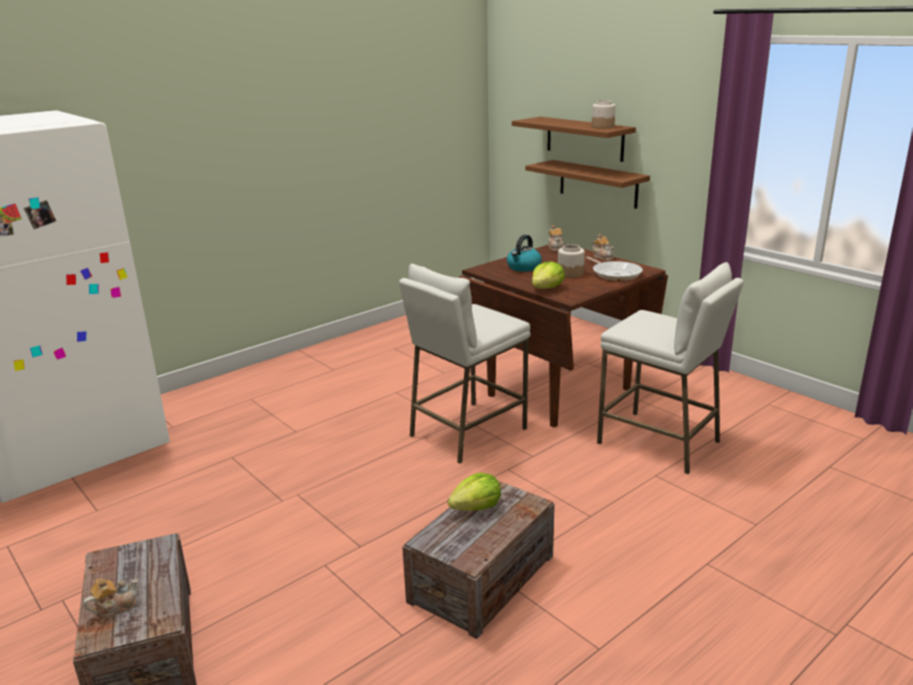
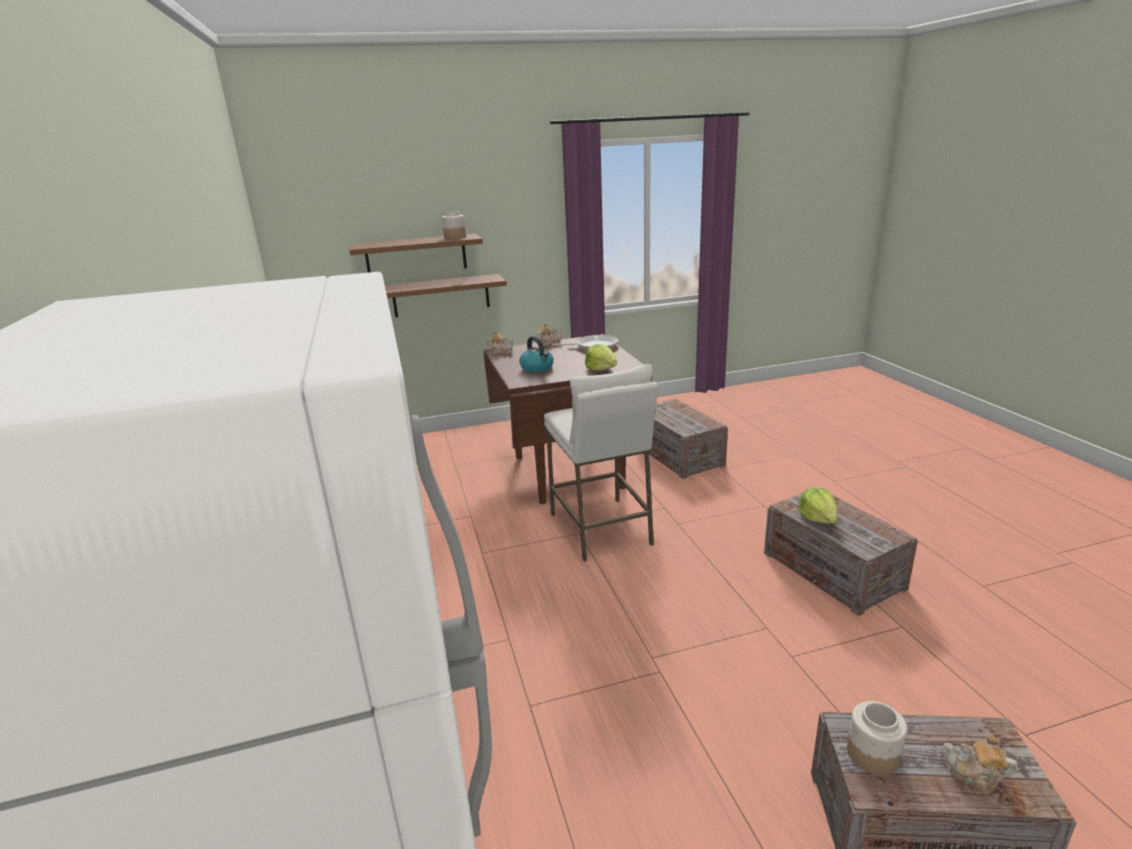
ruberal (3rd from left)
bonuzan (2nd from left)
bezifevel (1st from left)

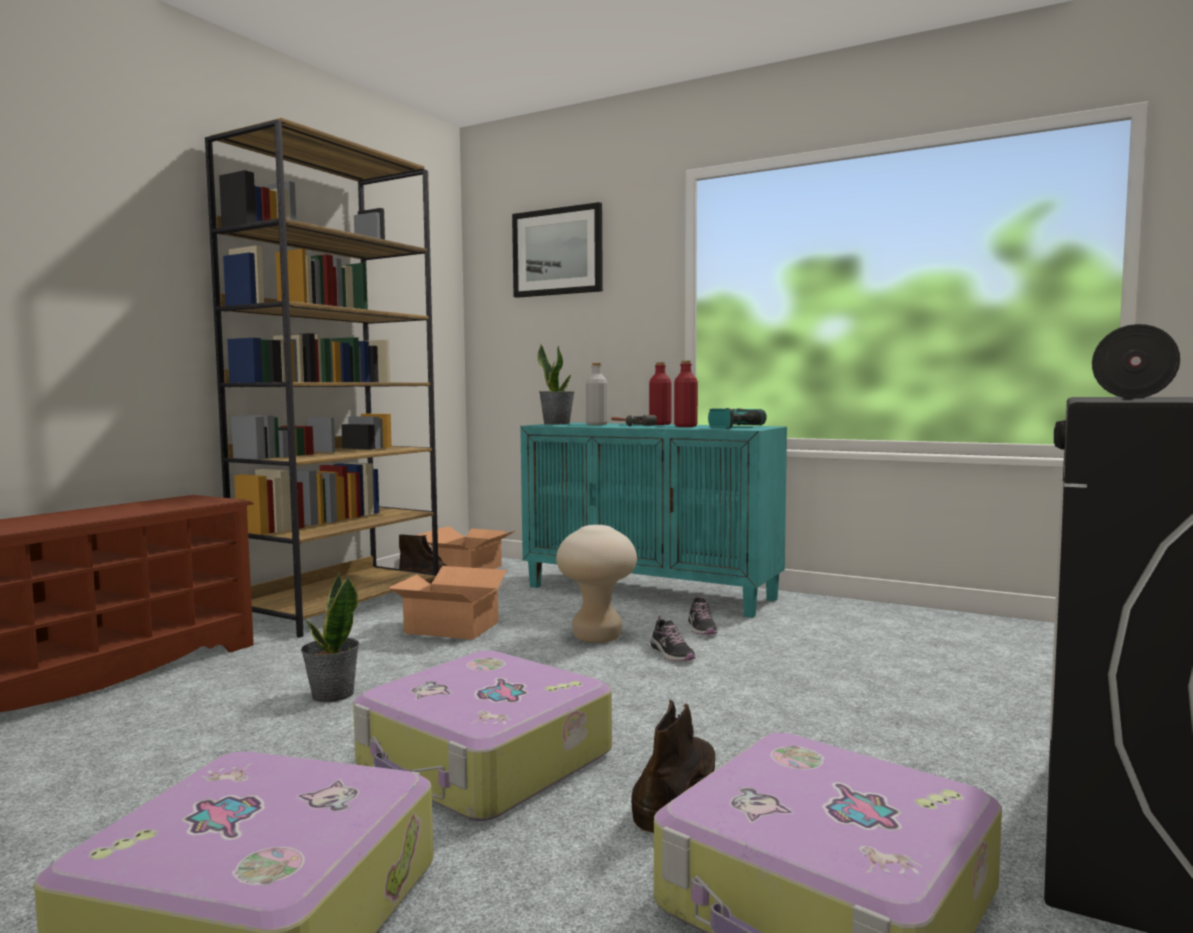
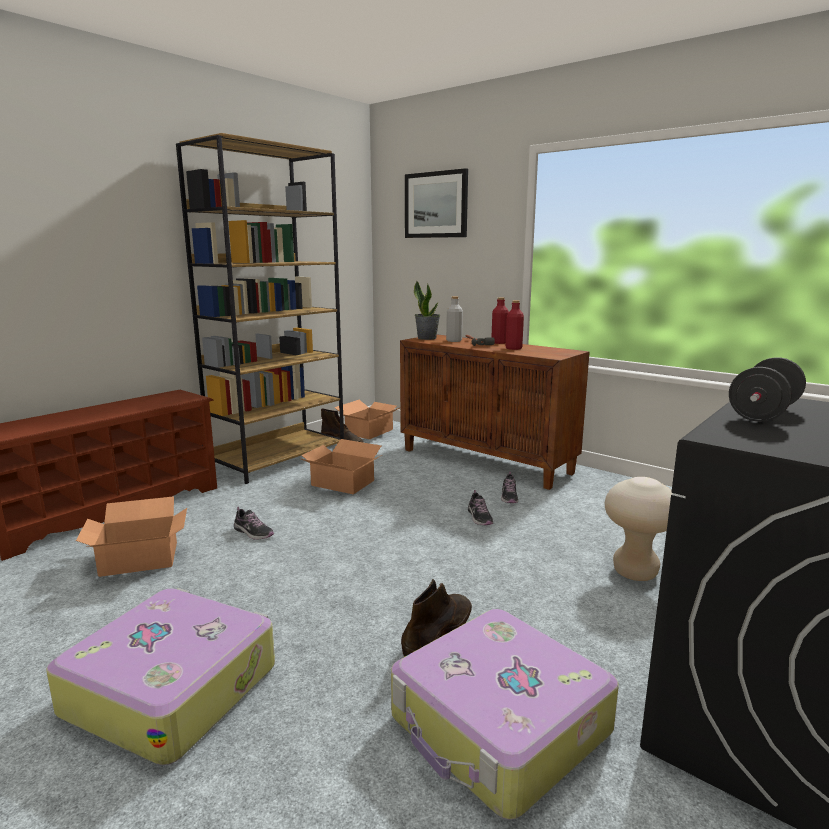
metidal (1st from left)
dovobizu (2nd from left in the first image)
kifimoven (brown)
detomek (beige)
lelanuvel
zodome (1st from left)

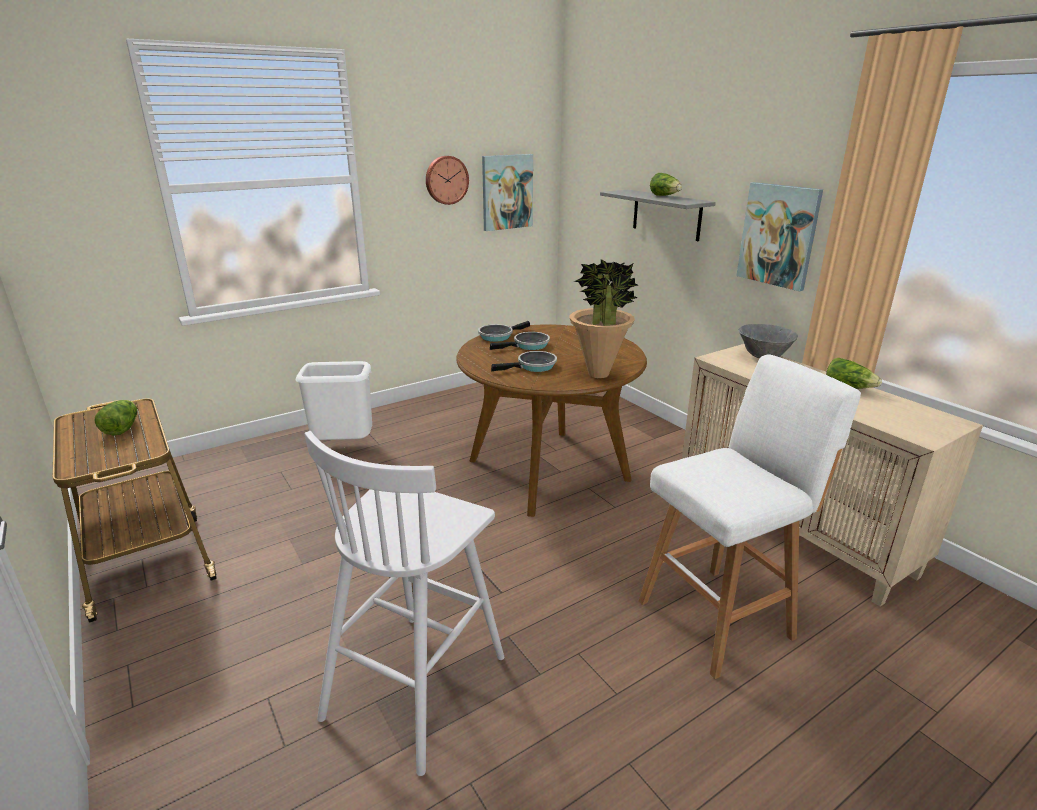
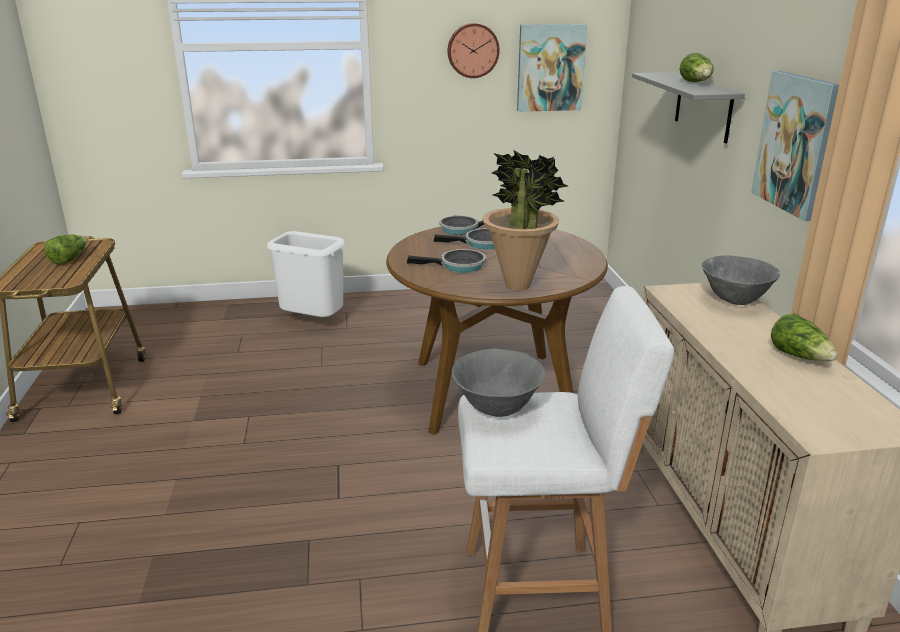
detomek (white) (1st from left in the first image)
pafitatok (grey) (1st from left)

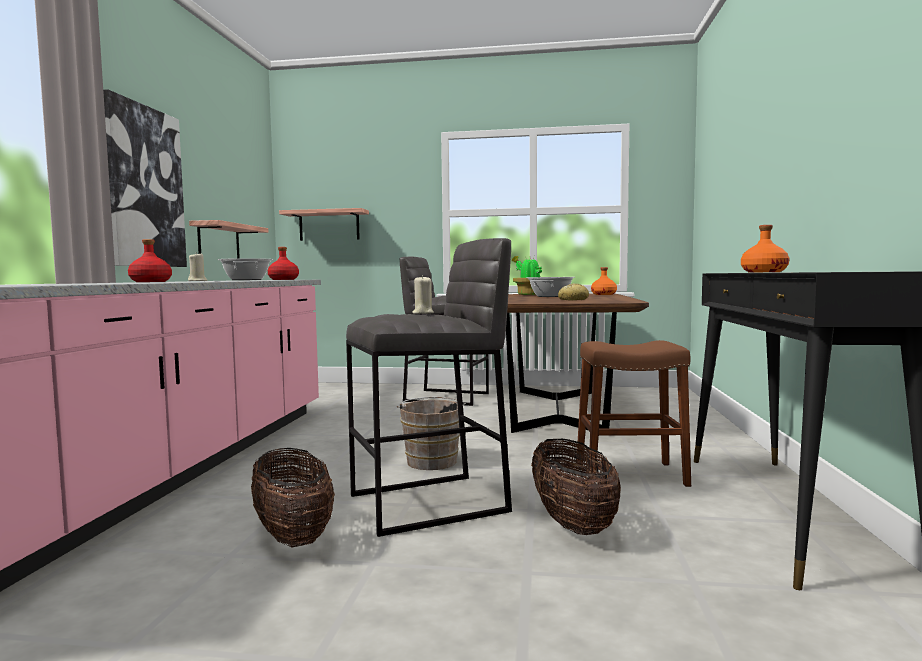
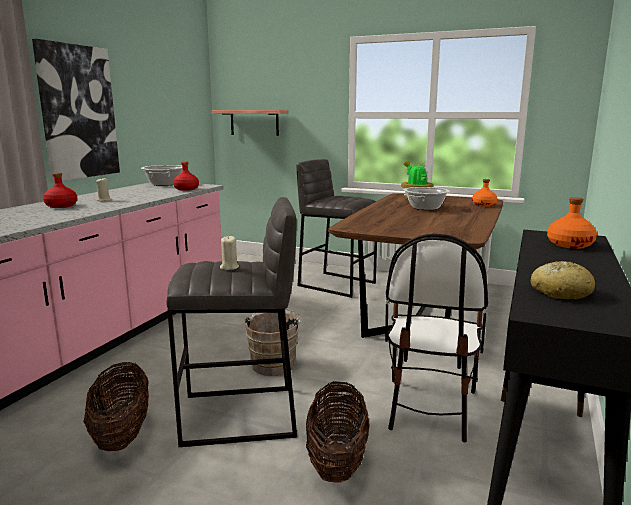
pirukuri (1st from left in the first image)
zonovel
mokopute

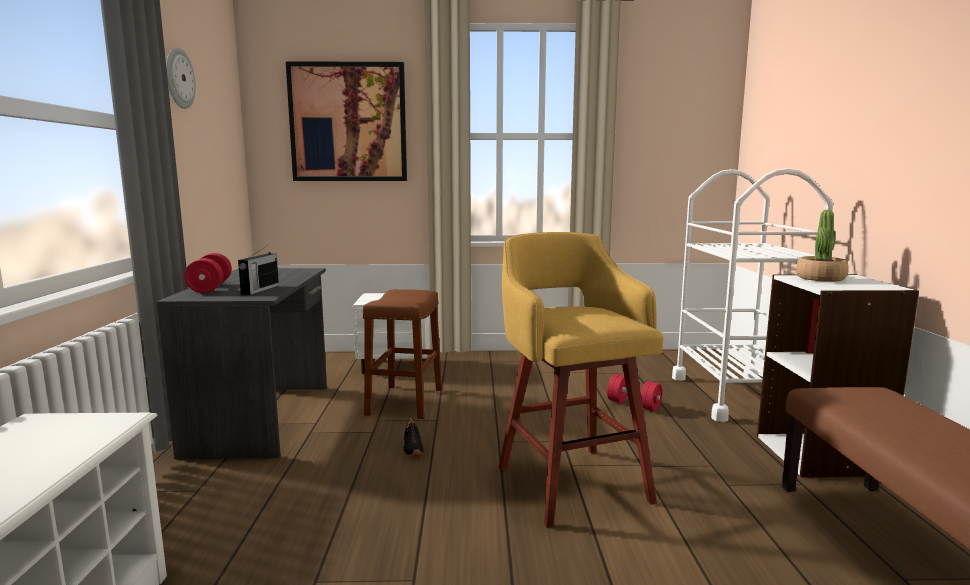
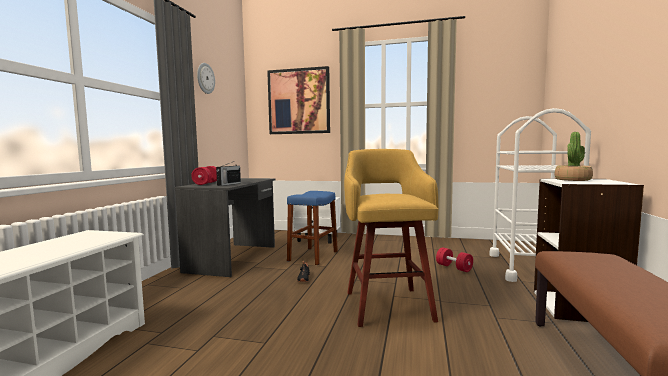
detomek (blue)

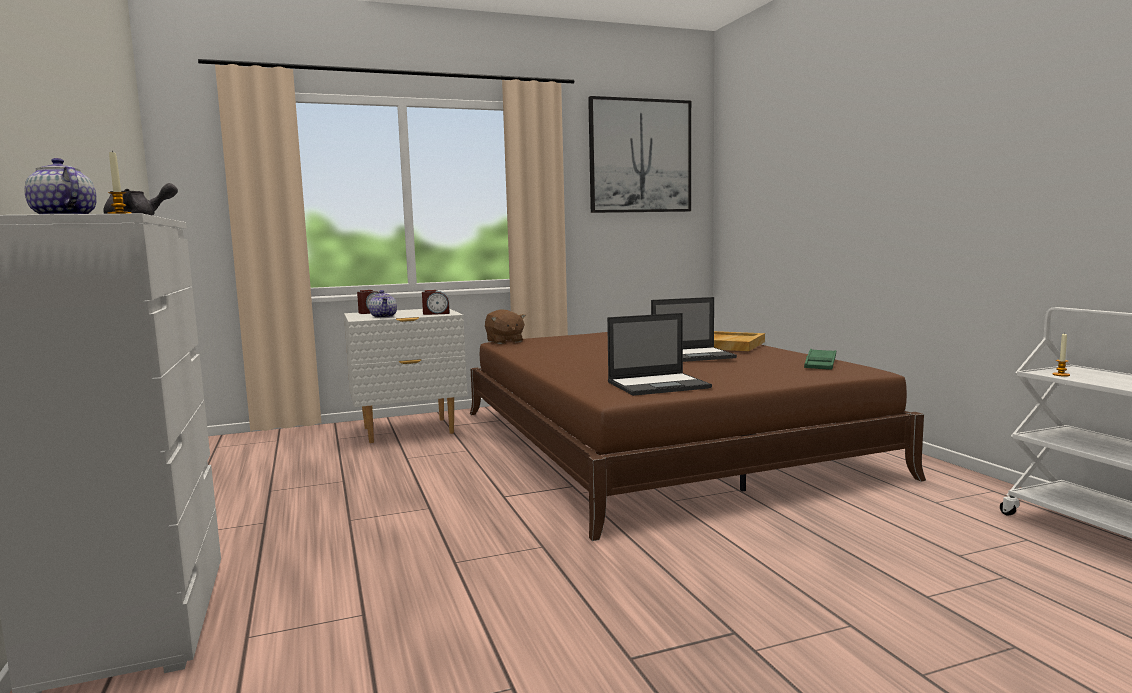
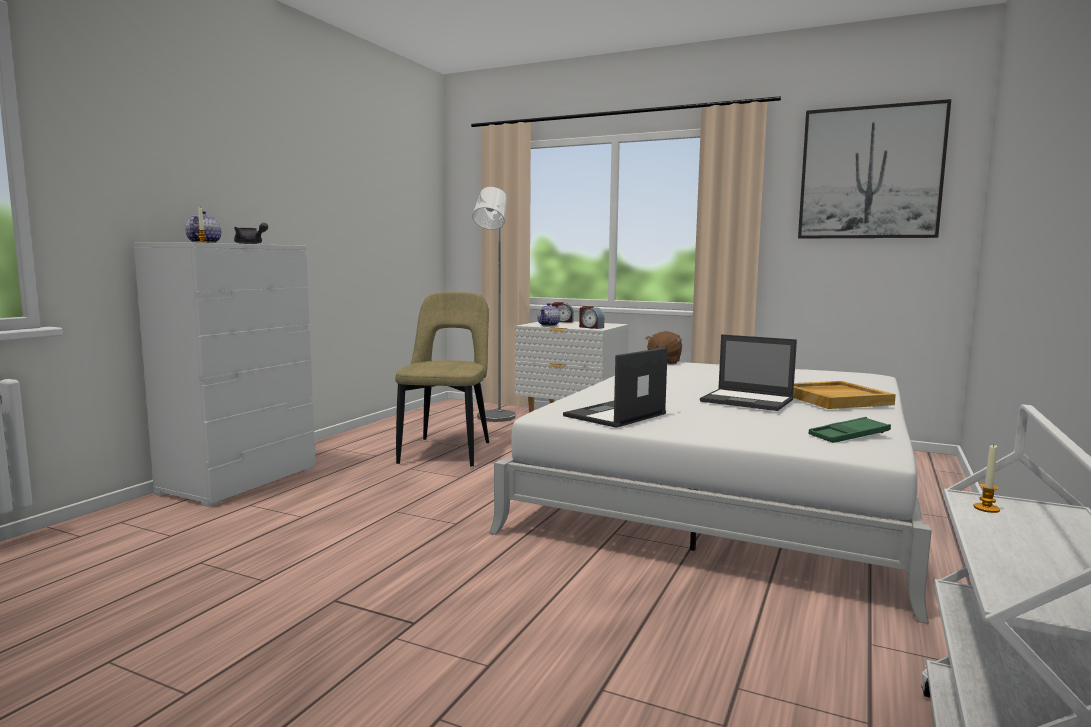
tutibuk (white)
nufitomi (1st from left)
mokopute (beige)
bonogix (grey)

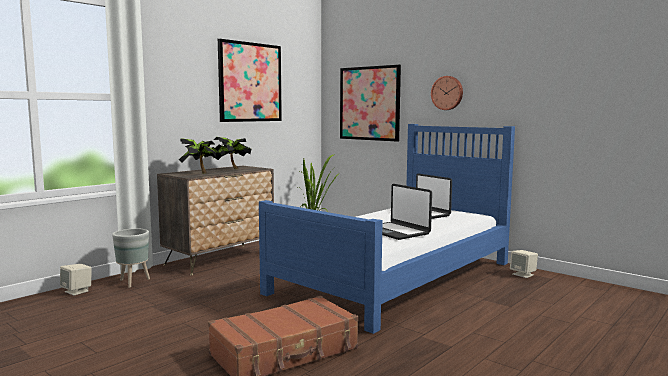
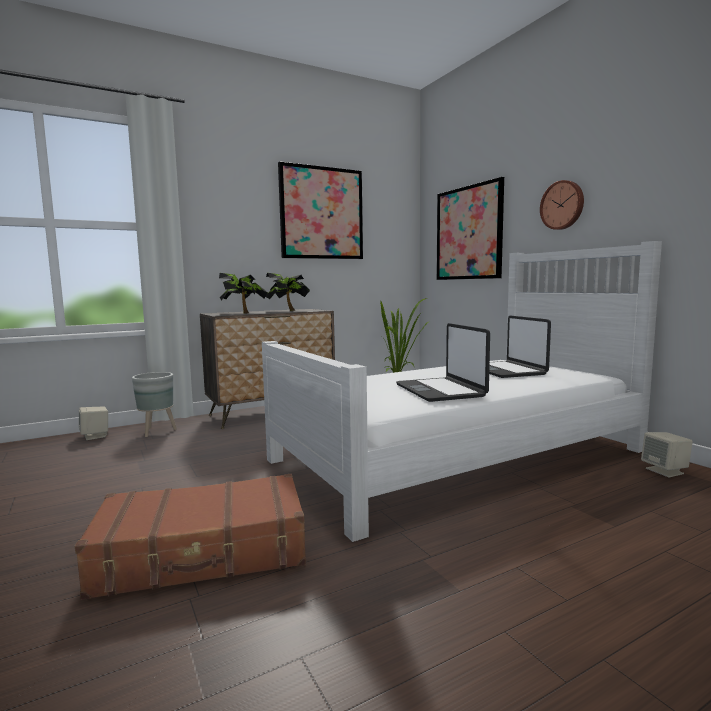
tutibuk (white)

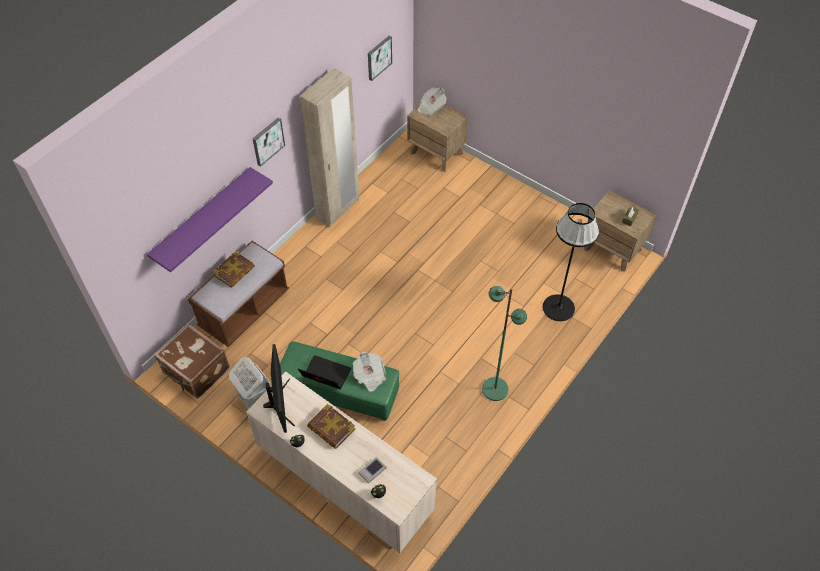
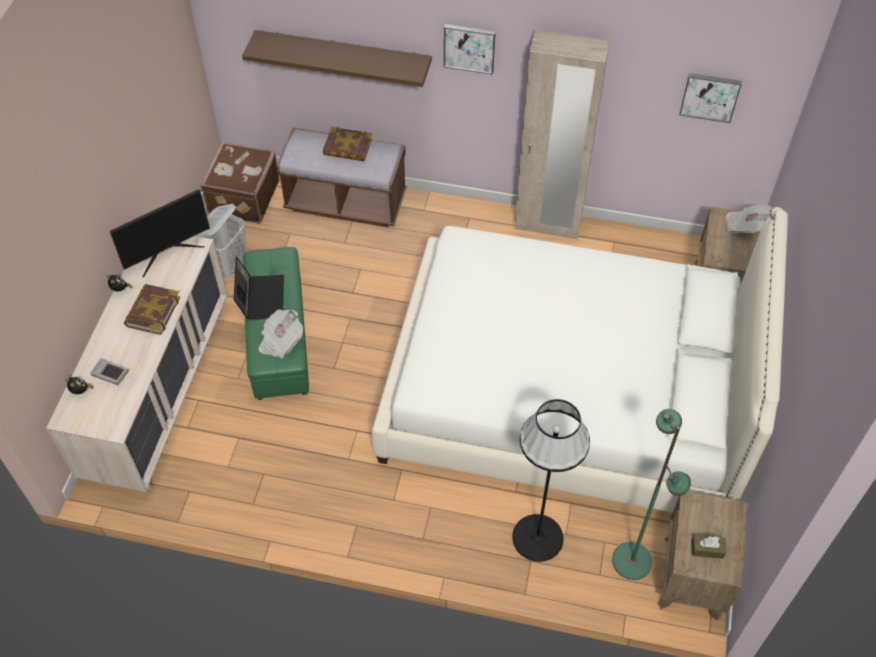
pirukuri (brown)
bonogix (green)
tutibuk (white)

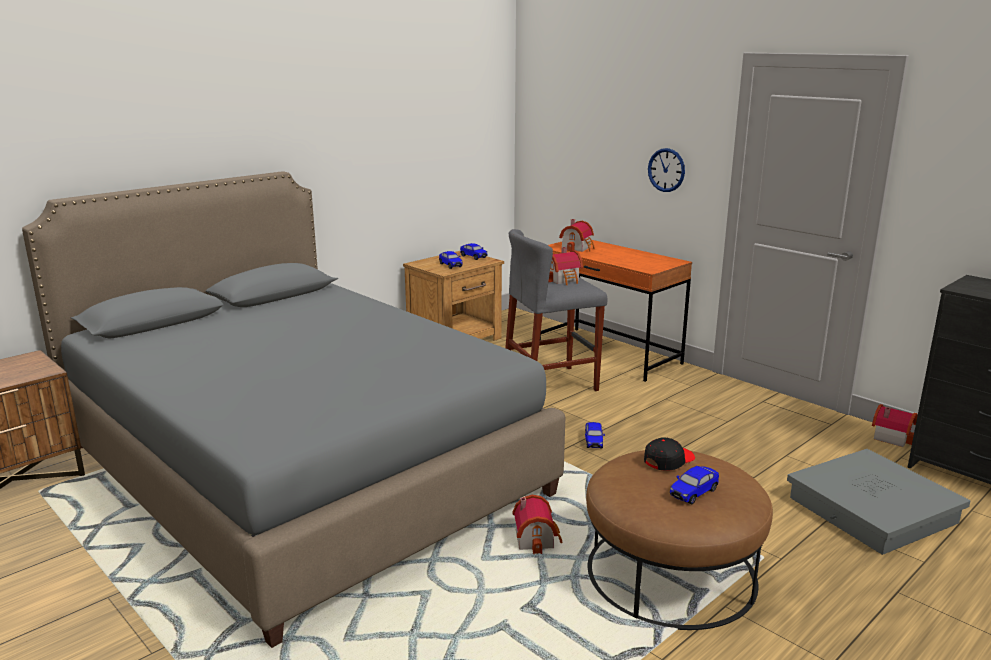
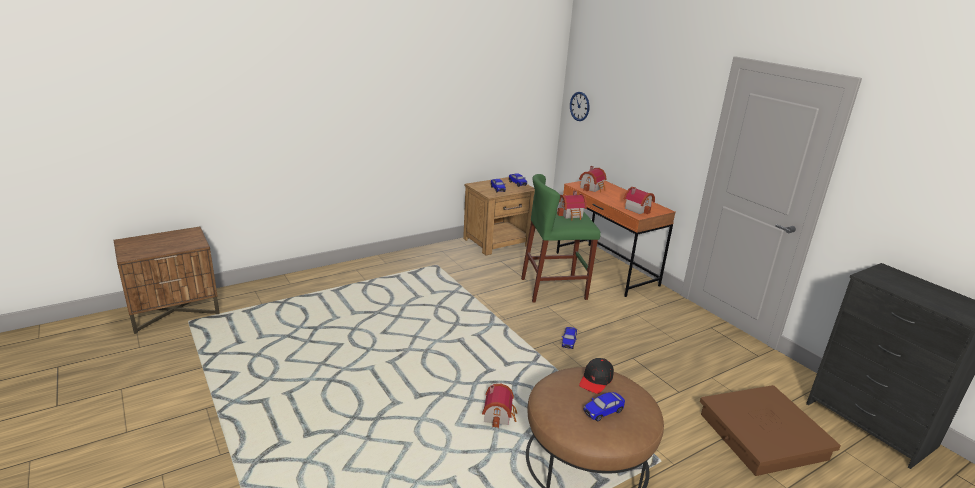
tutibuk (grey)
detomek (green)
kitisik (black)
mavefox
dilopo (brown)
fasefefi (4th from left)

